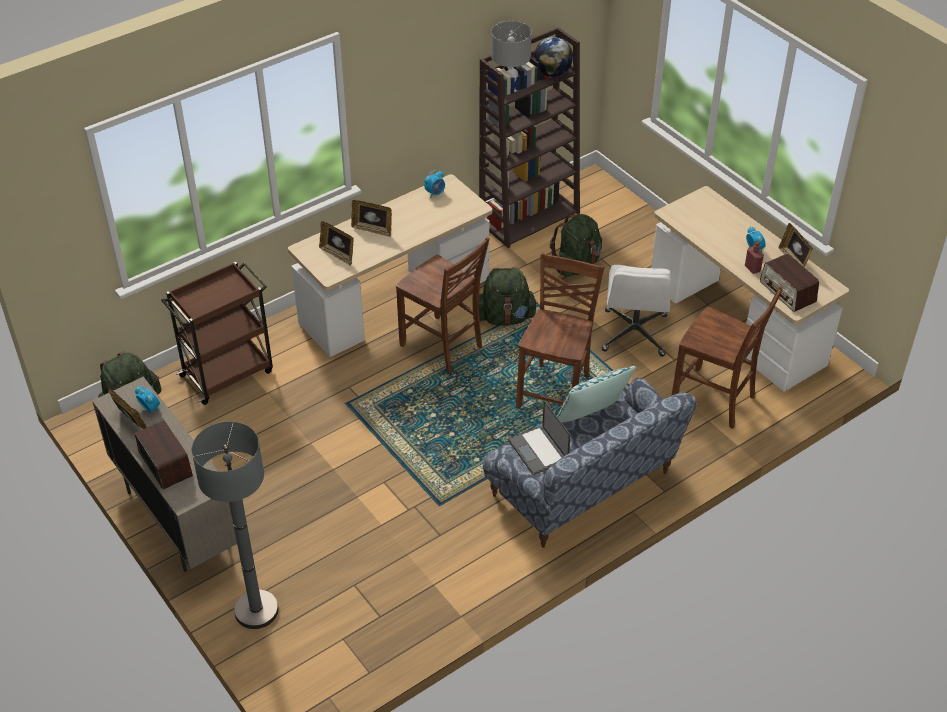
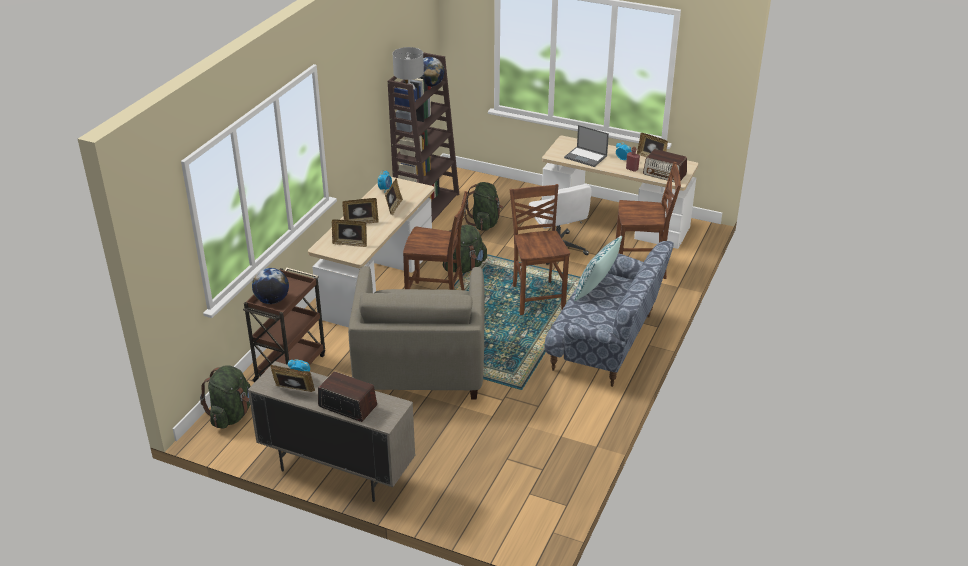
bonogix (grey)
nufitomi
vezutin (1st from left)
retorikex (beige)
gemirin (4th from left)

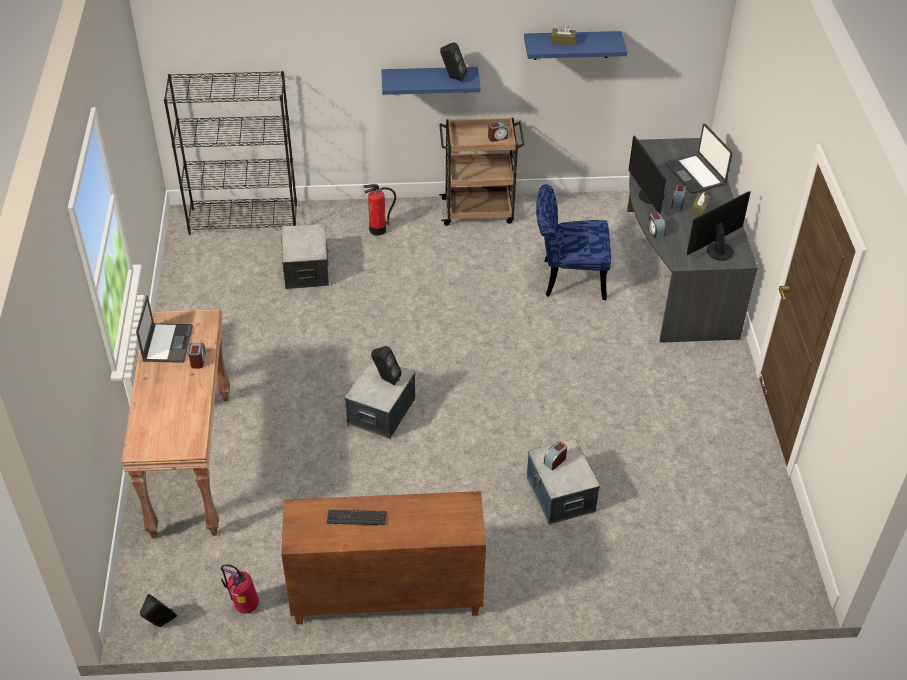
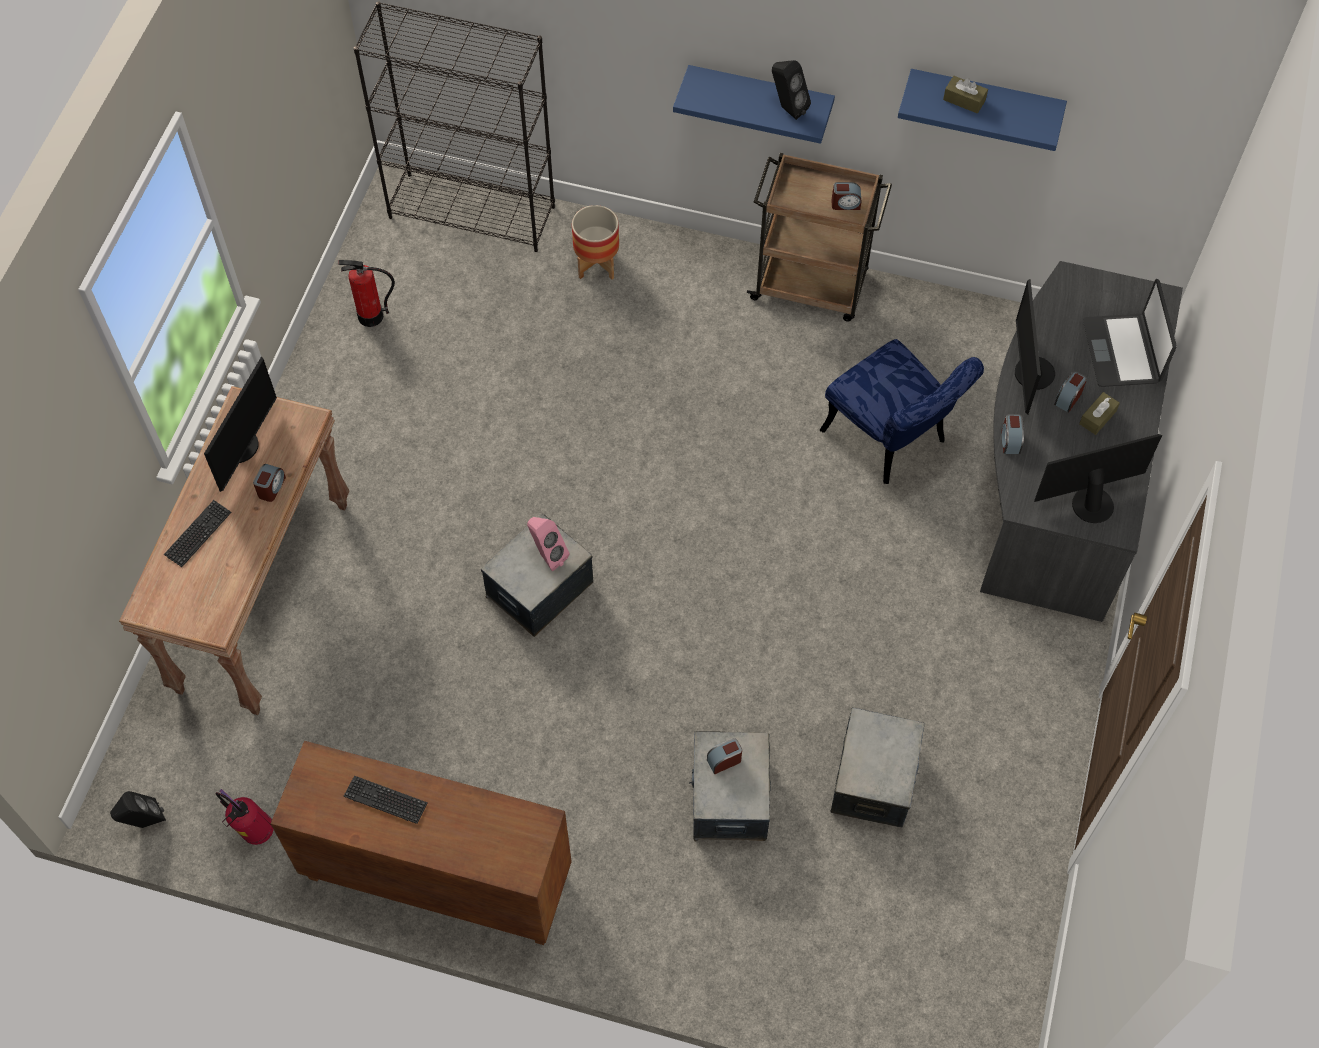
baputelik (1st from left)
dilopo (3rd from left)
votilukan (2nd from left)
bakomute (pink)
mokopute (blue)
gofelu (1st from left)
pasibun

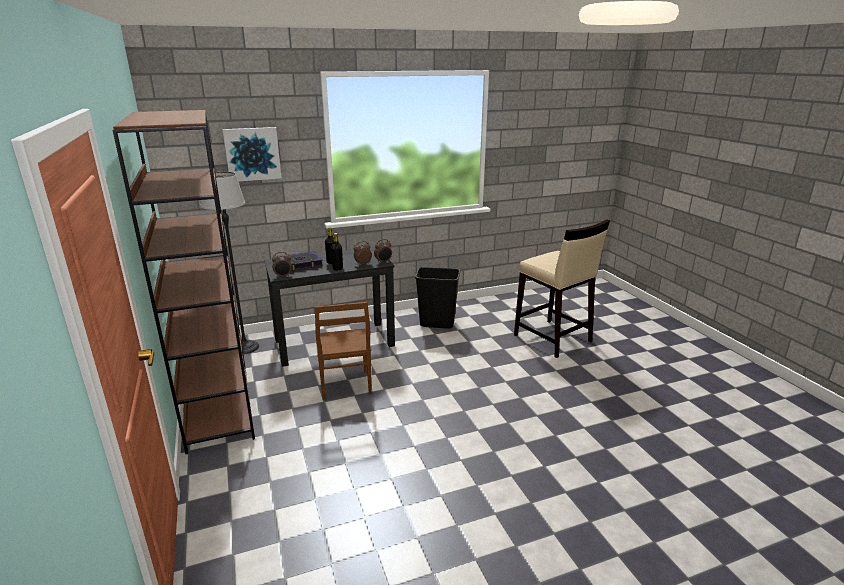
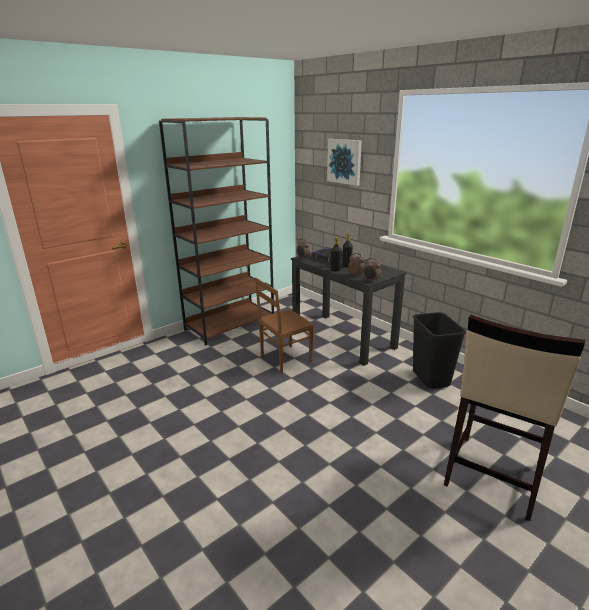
bonogix

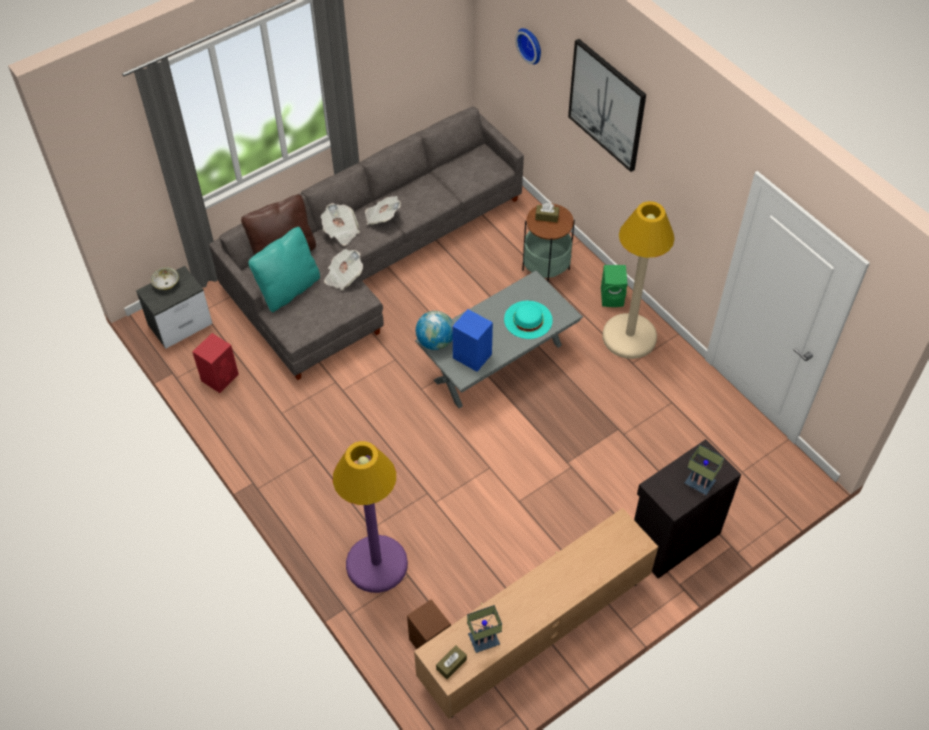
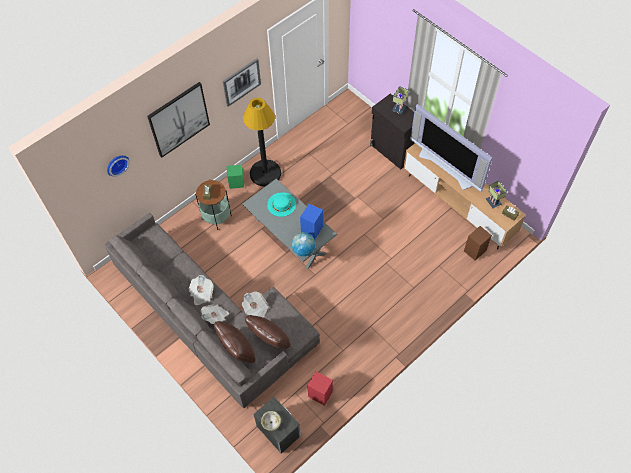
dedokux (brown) (2nd from left)
bonogix (purple)
bonogix (black)
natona (2nd from left)
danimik

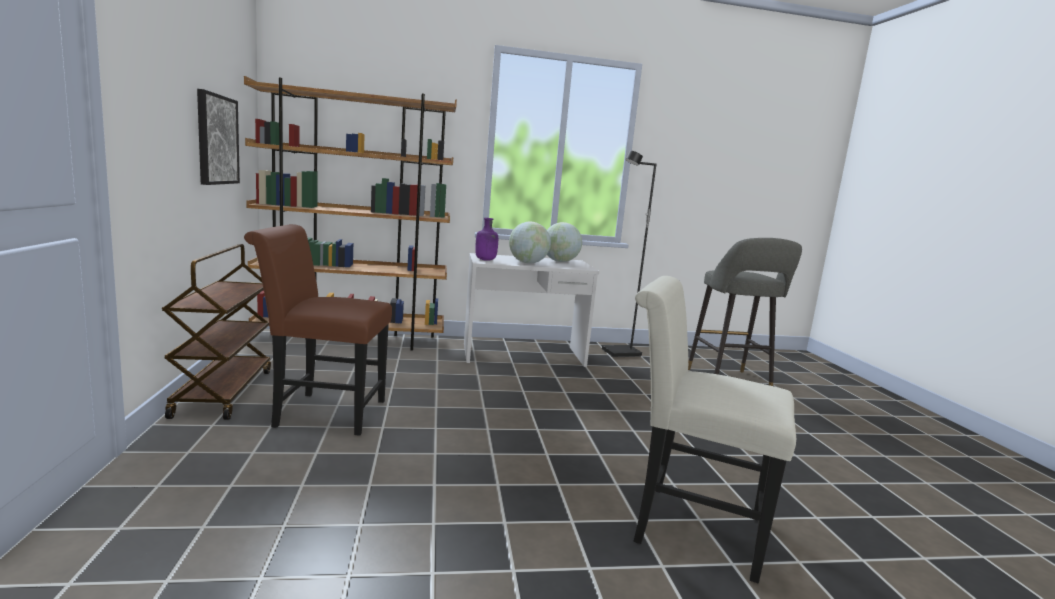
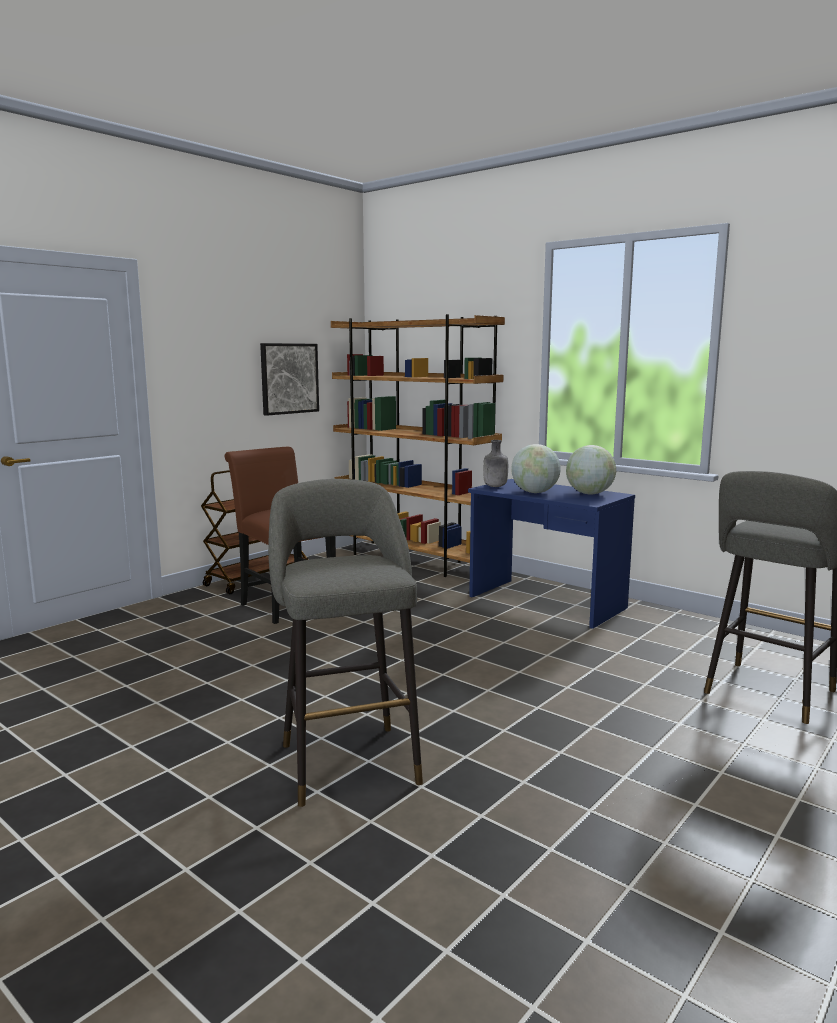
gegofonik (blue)
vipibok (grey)
bonogix (black)
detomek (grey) (1st from left)

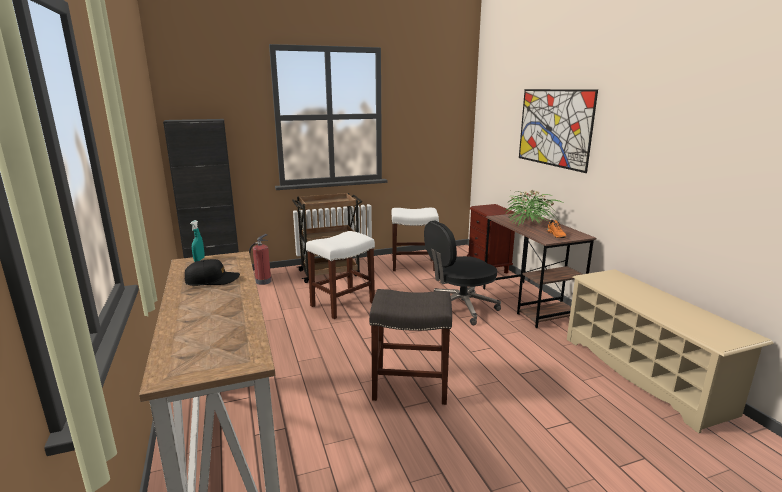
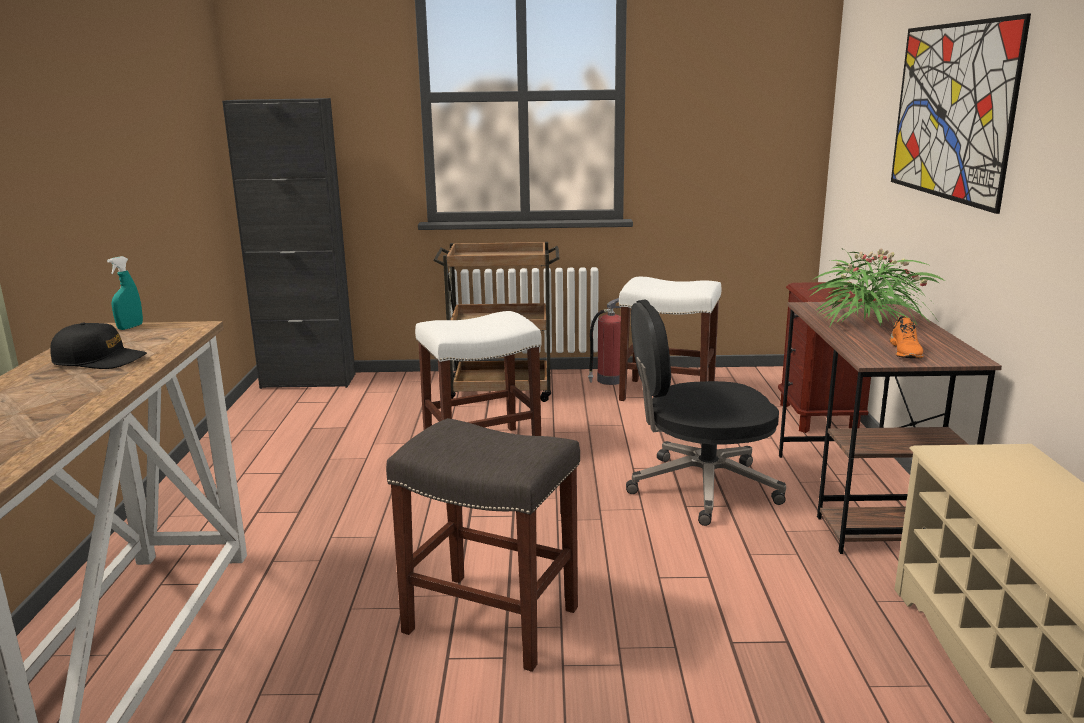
votilukan

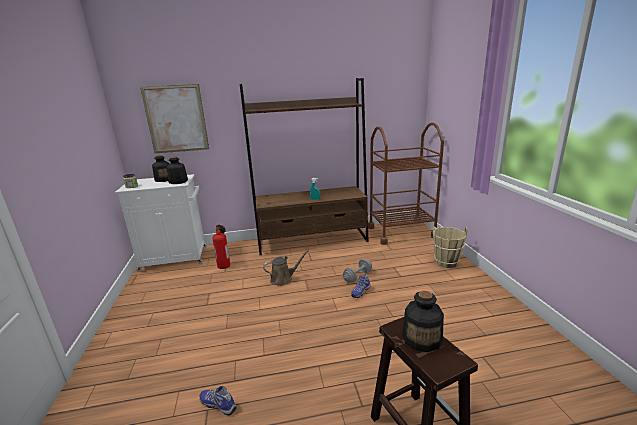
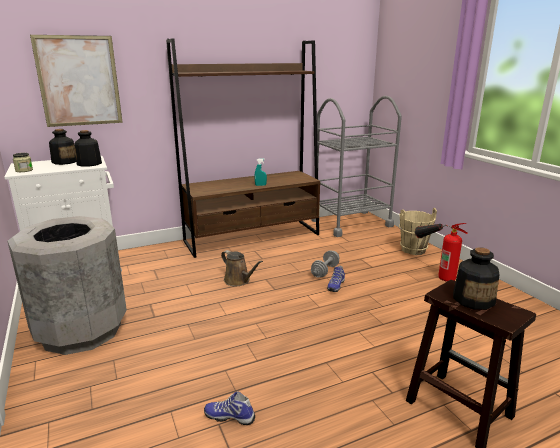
votilukan
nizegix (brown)
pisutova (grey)
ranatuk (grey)

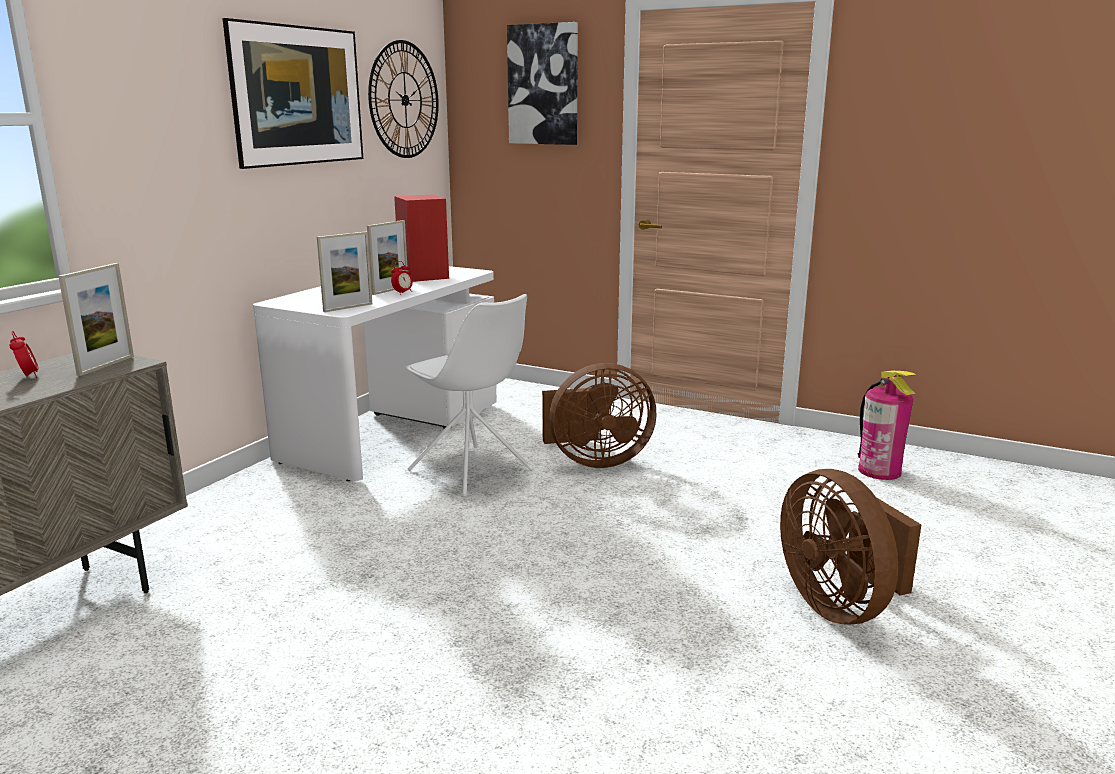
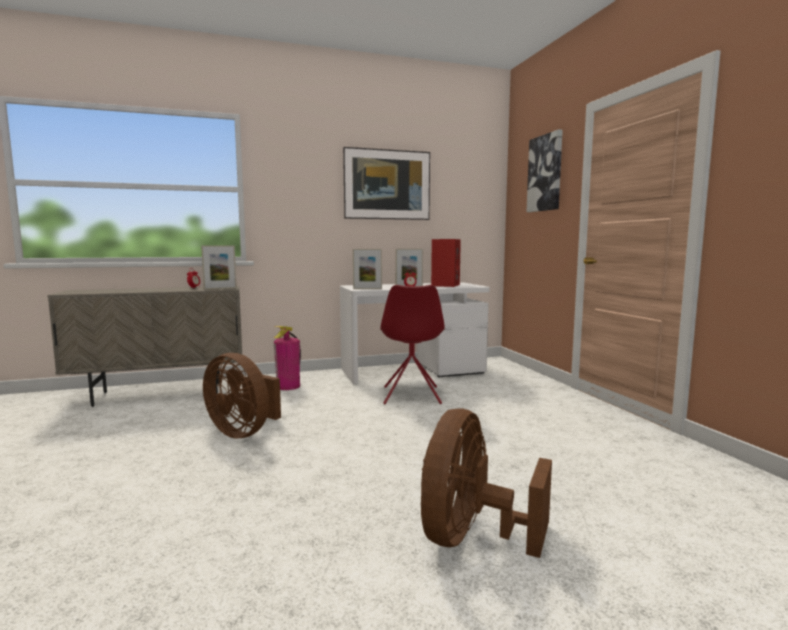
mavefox
mokopute (red)
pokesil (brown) (1st from left)
votilukan

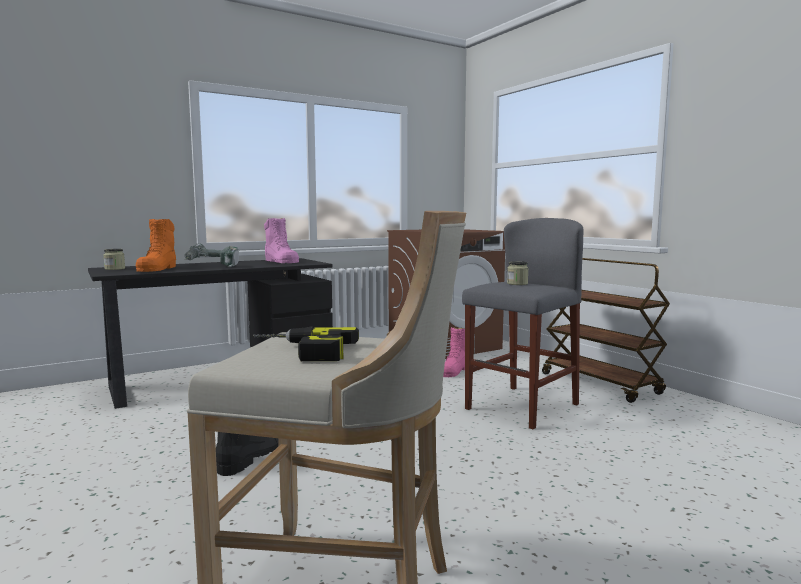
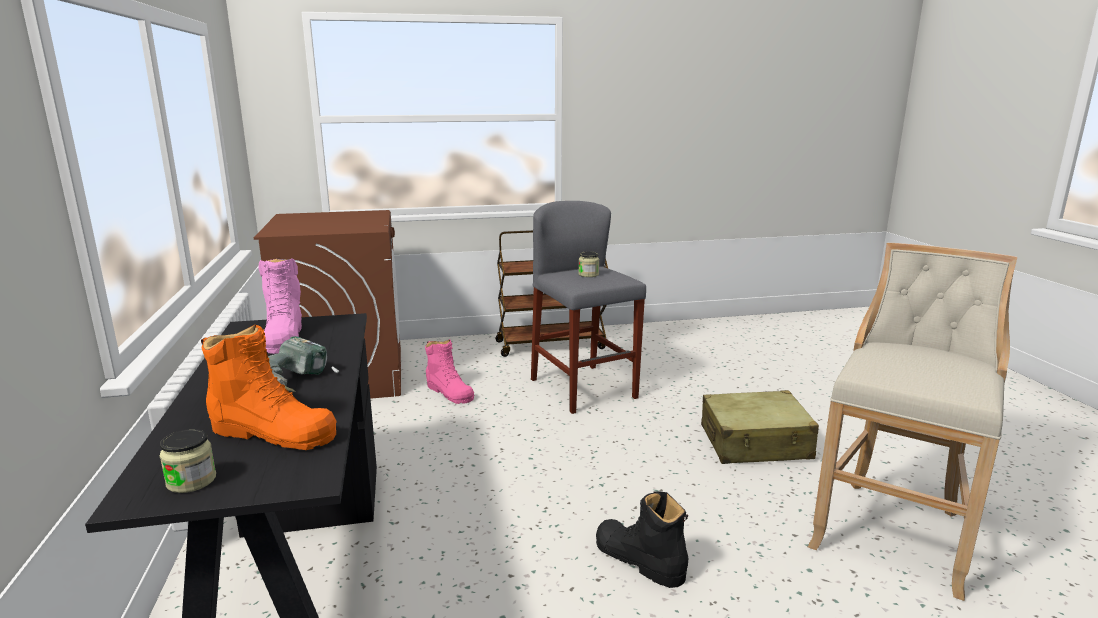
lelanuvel (2nd from left in the first image)
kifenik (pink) (1st from left)
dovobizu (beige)

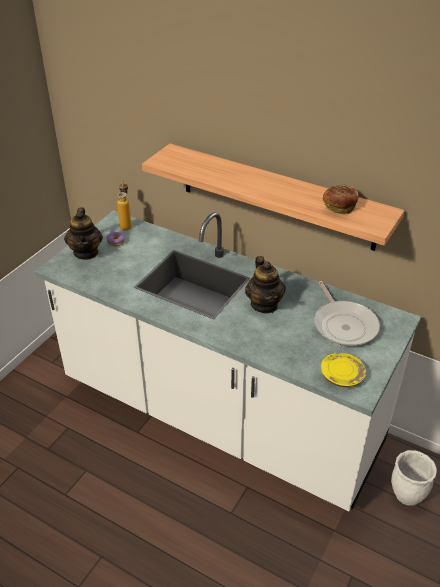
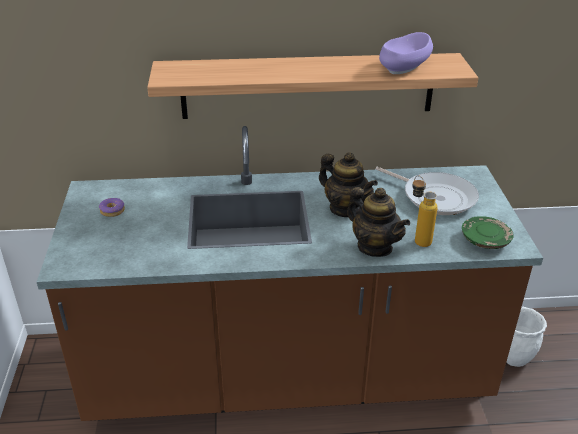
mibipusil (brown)
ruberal (2nd from left)
vipibok
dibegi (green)
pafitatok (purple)

